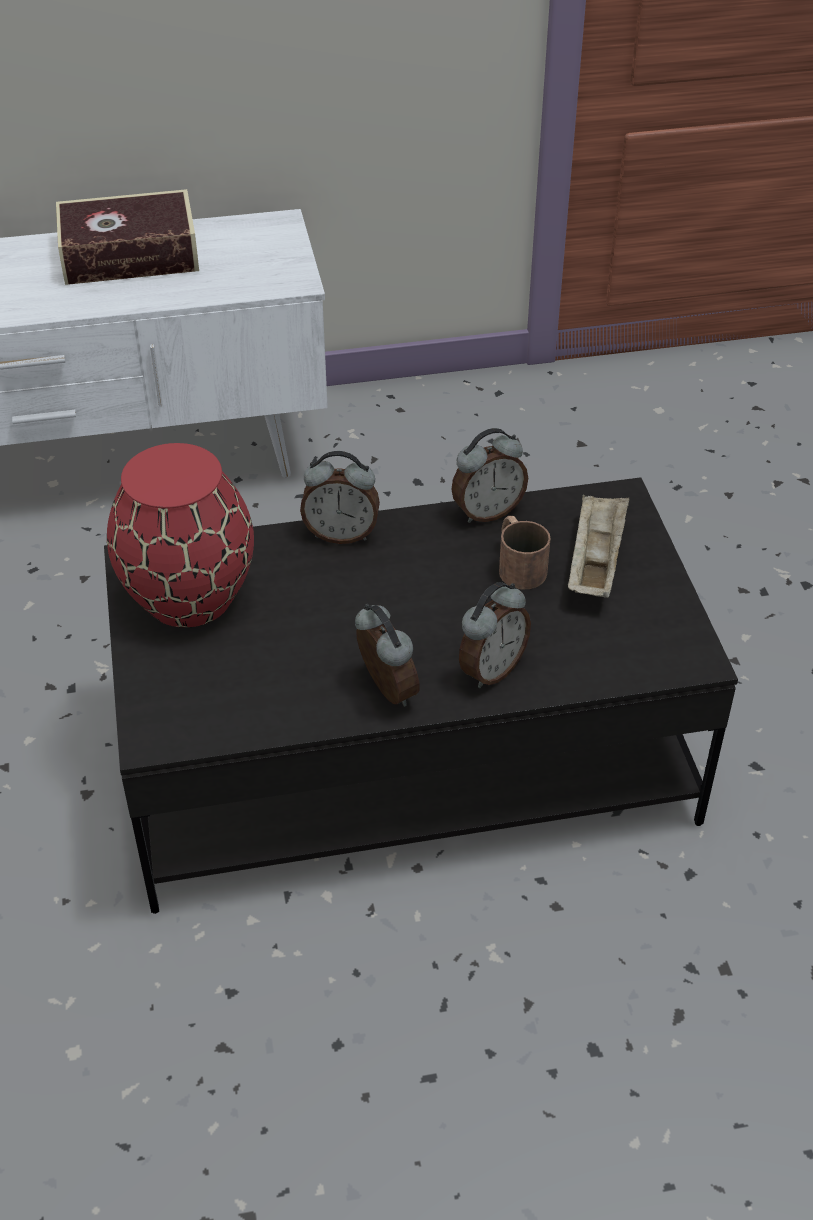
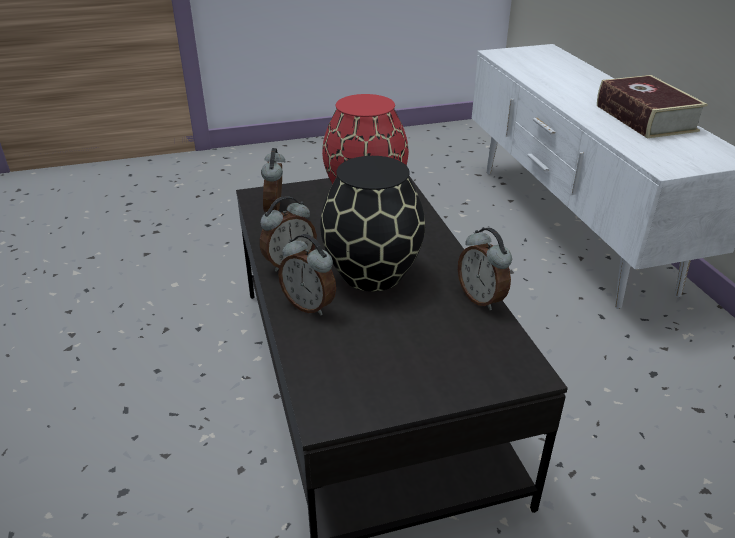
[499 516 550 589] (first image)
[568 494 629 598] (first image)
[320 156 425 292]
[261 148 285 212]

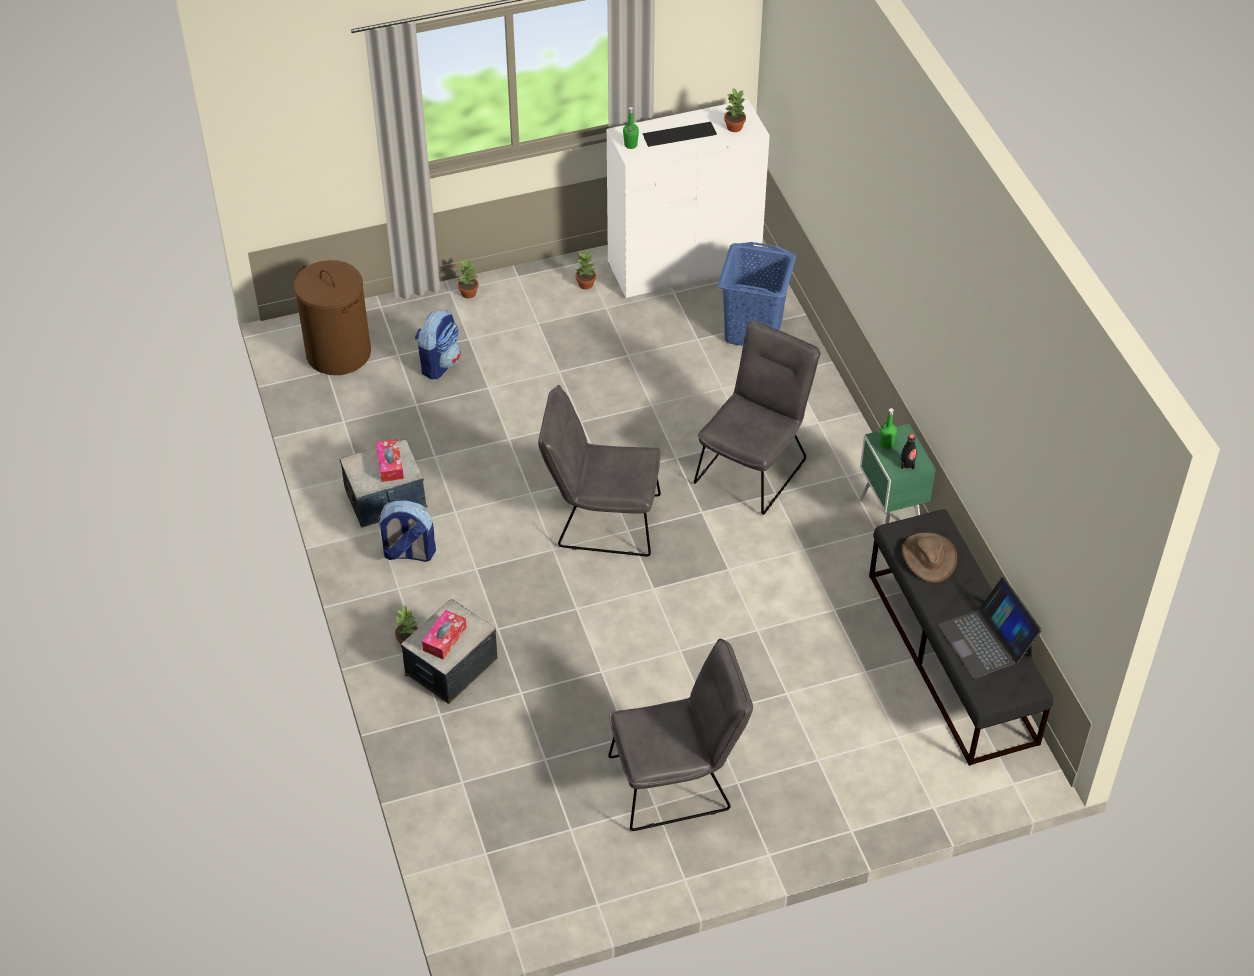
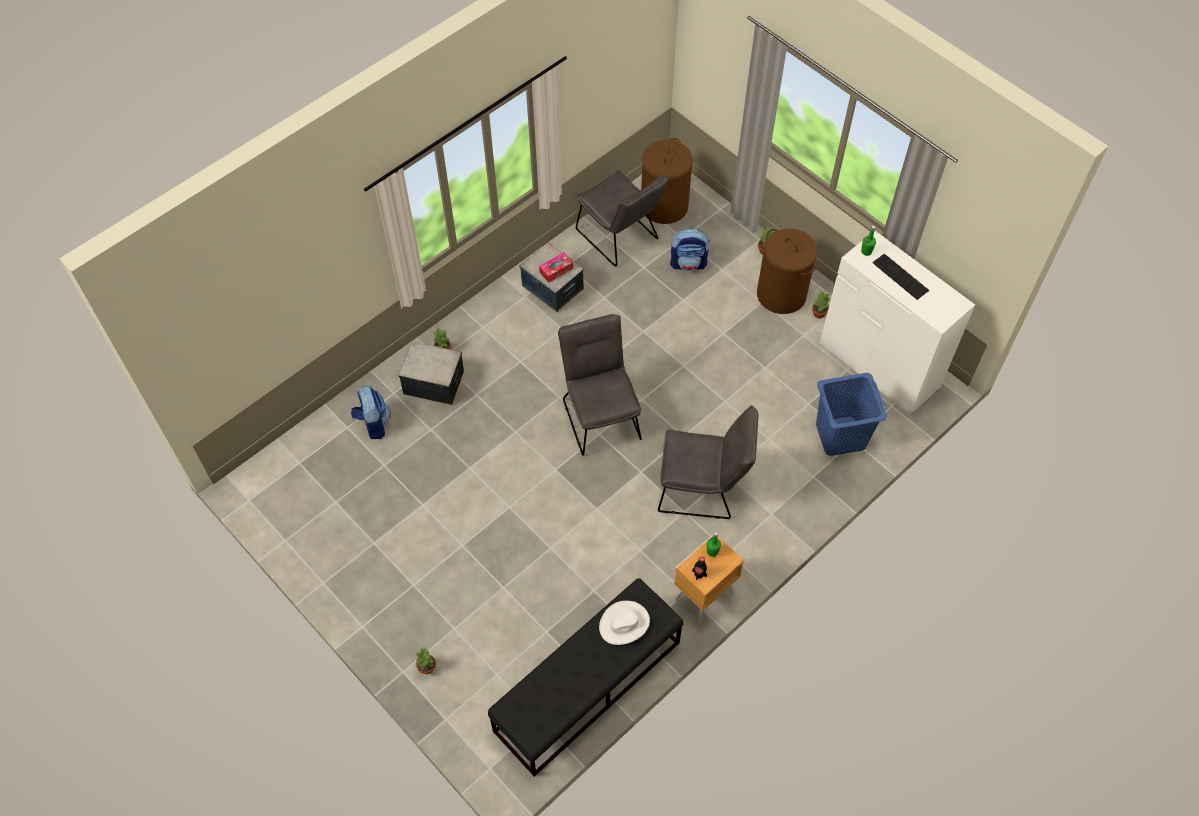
[422 610 467 659] (first image)
[938 577 1042 678] (first image)
[757 228 818 314]
[351 386 391 439]
[576 170 668 267]
[416 647 436 674]
[674 535 744 623]
[599 601 650 645]

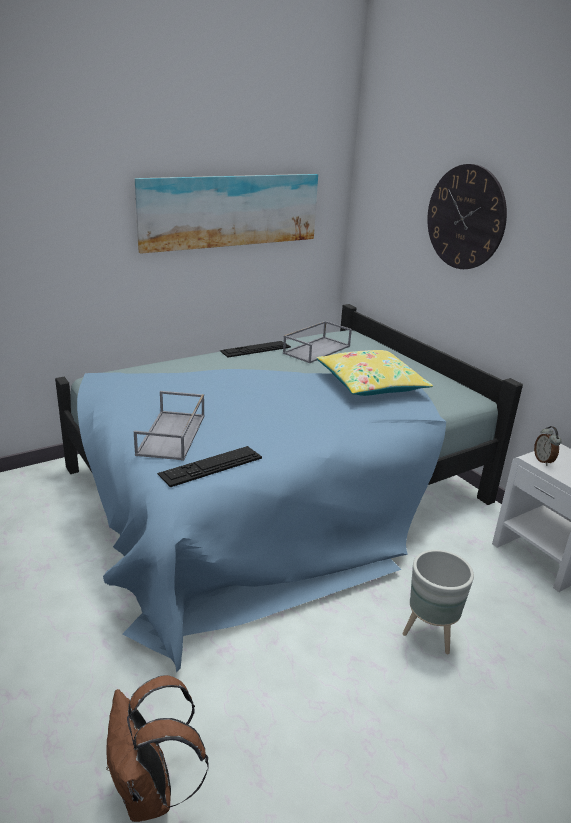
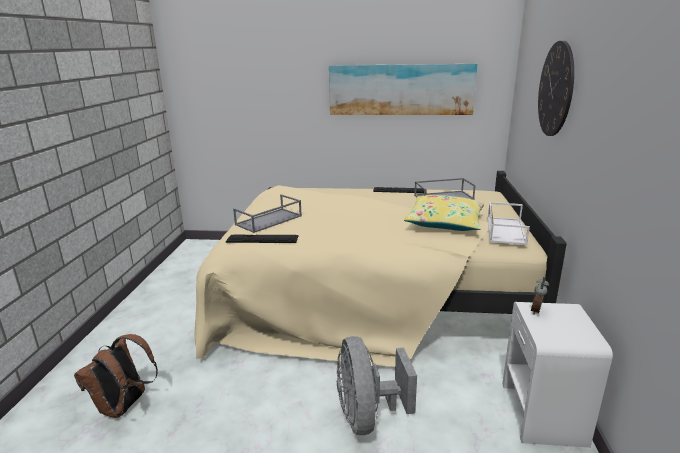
[488 202 530 245]
[337 336 417 435]
[194 171 567 367]

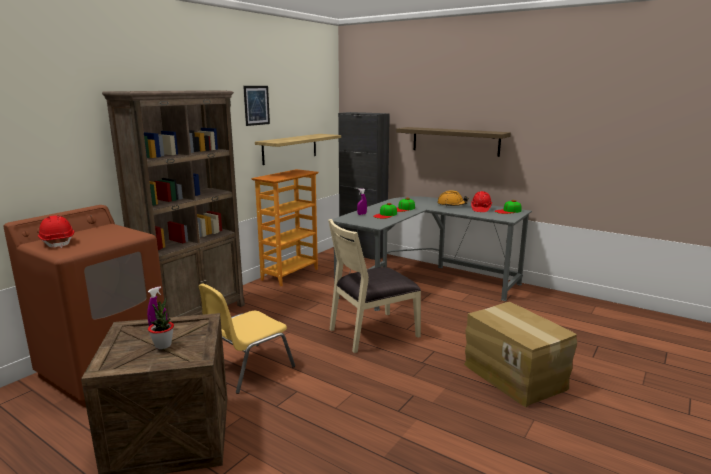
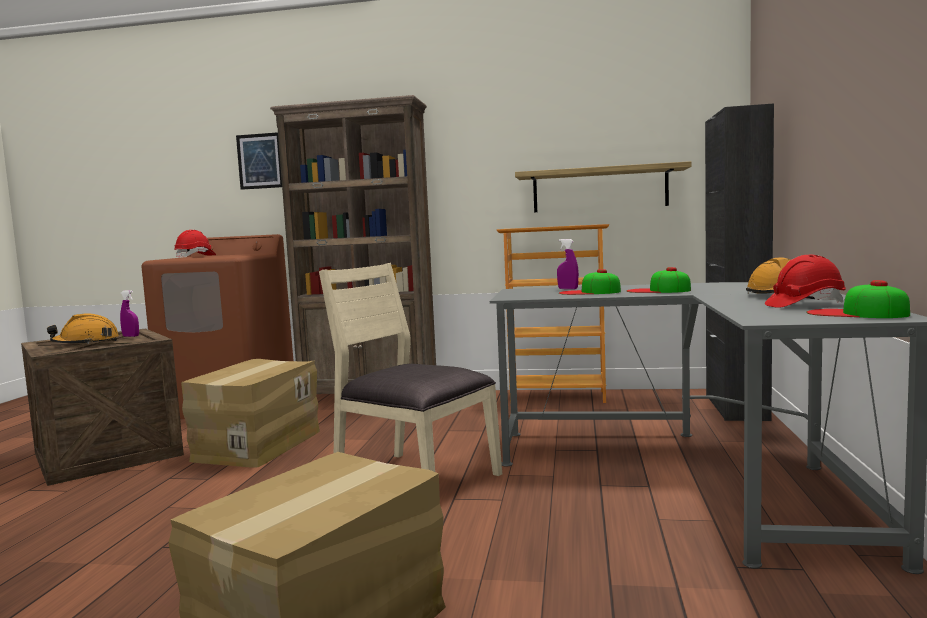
[396 127 511 157] (first image)
[236 132 282 190]
[47 314 119 344]
[181 359 320 468]

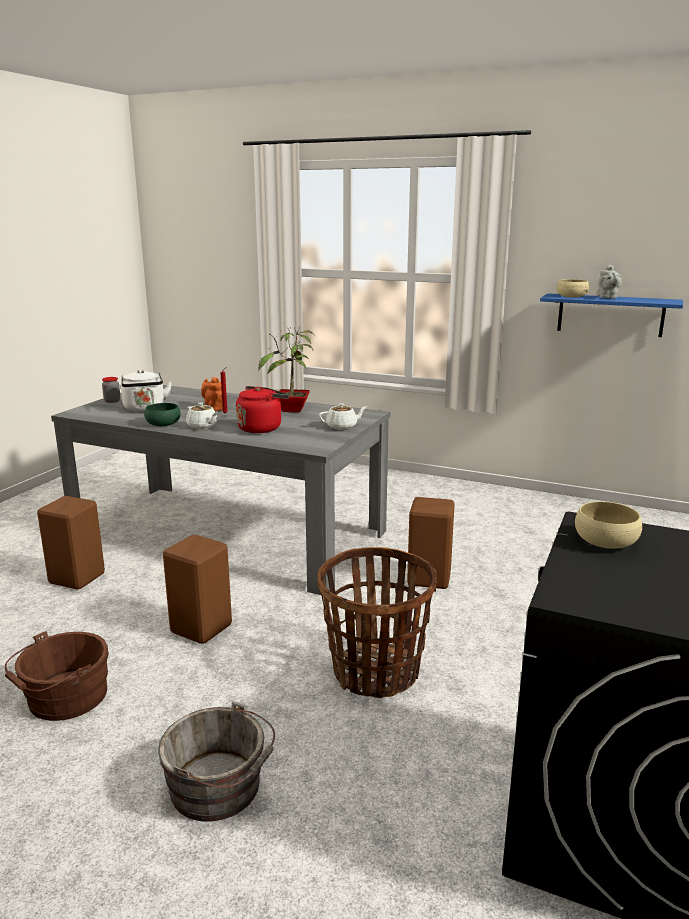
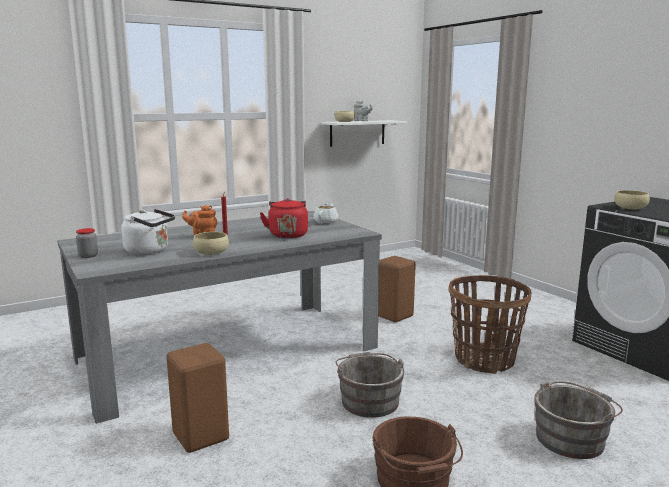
[186 403 218 429] (first image)
[258 327 316 412] (first image)
[336 352 404 418]
[193 232 229 255]
[322 120 407 147]

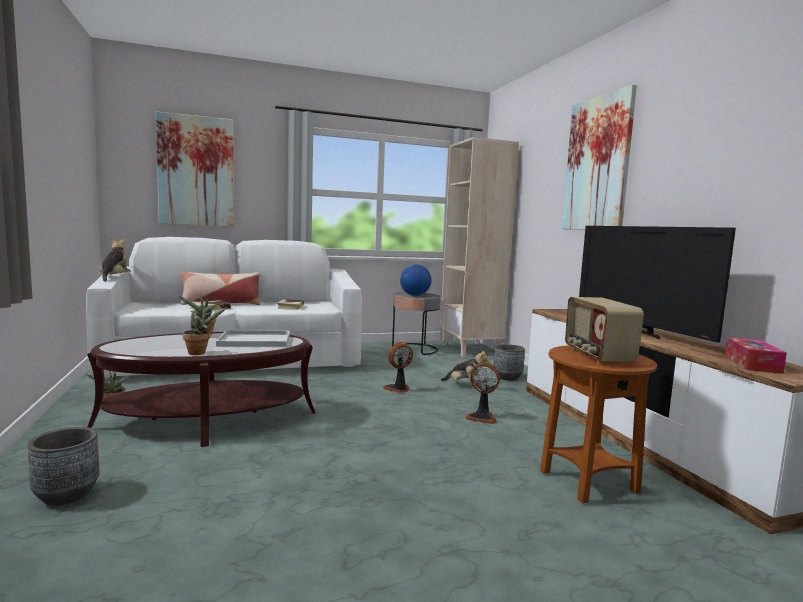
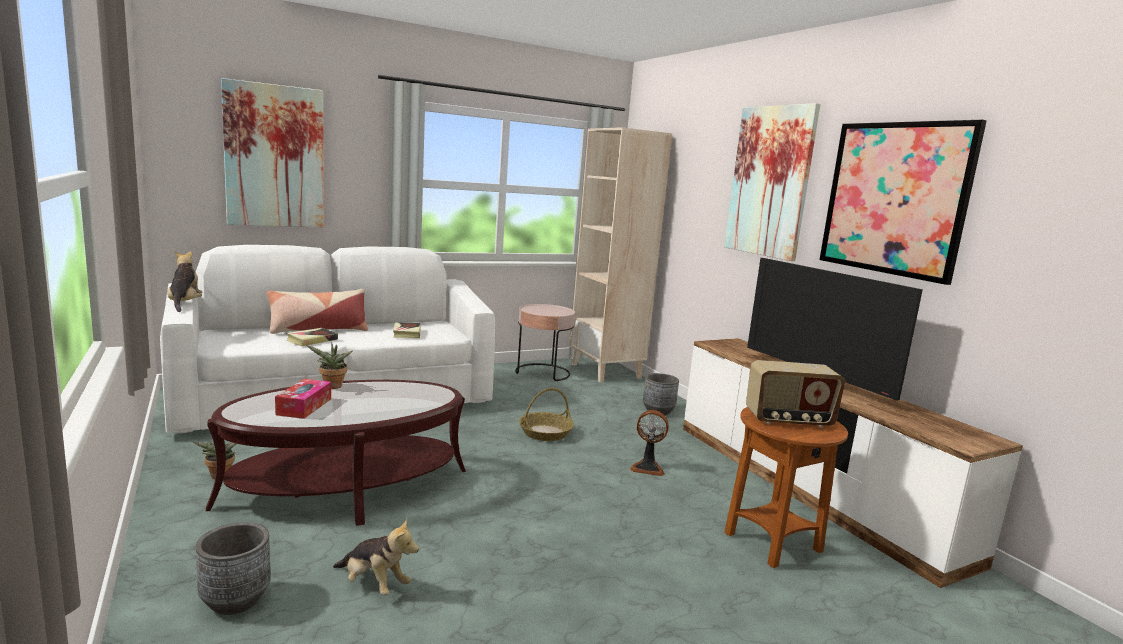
[183 306 227 355] (first image)
[216 330 290 347] (first image)
[400 264 432 296] (first image)
[819 120 987 285]
[333 518 419 595]
[275 379 331 419]
[519 388 574 441]
[515 304 575 381]
[746 360 845 428]

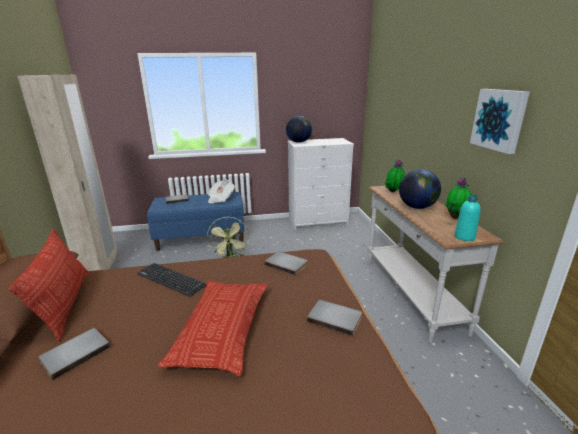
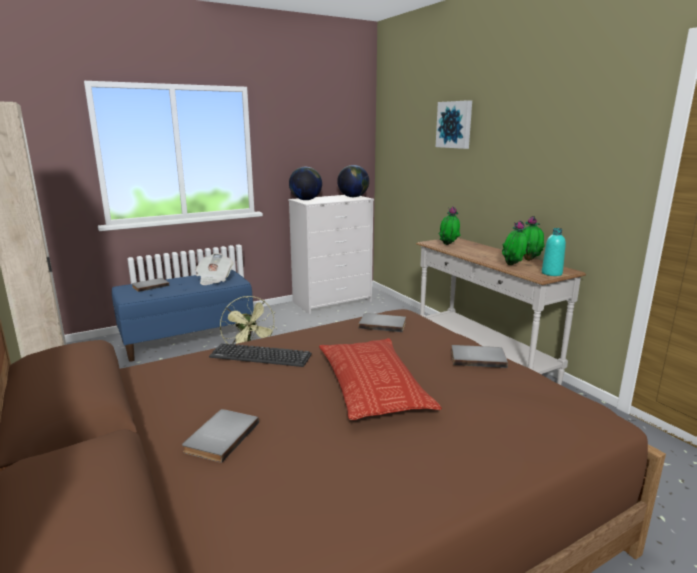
[8 229 89 342] (first image)
[502 220 527 265]
[337 165 369 197]
[436 100 472 149]

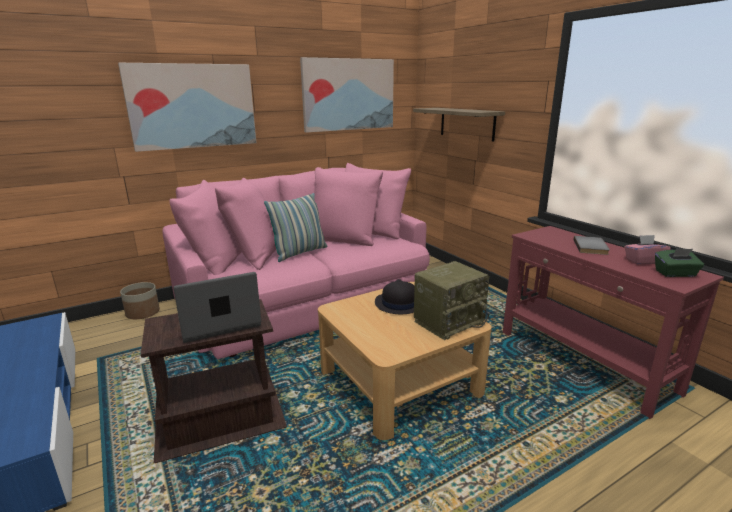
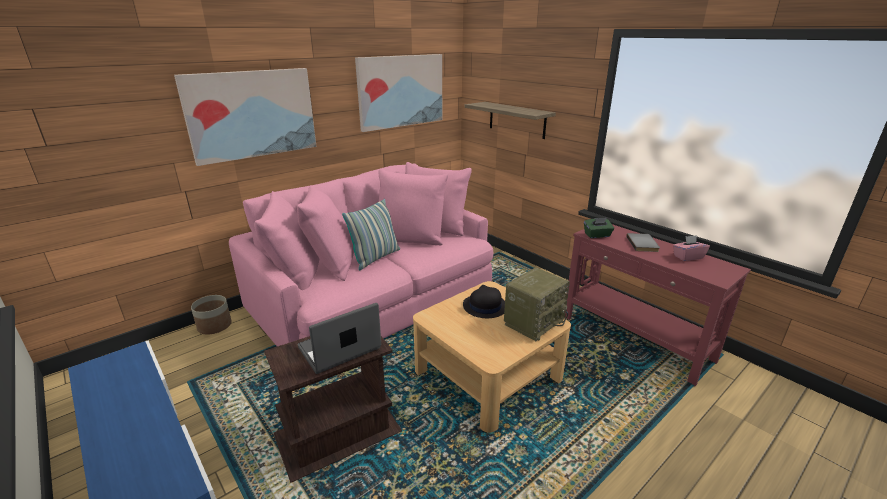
[584 218 614 238]

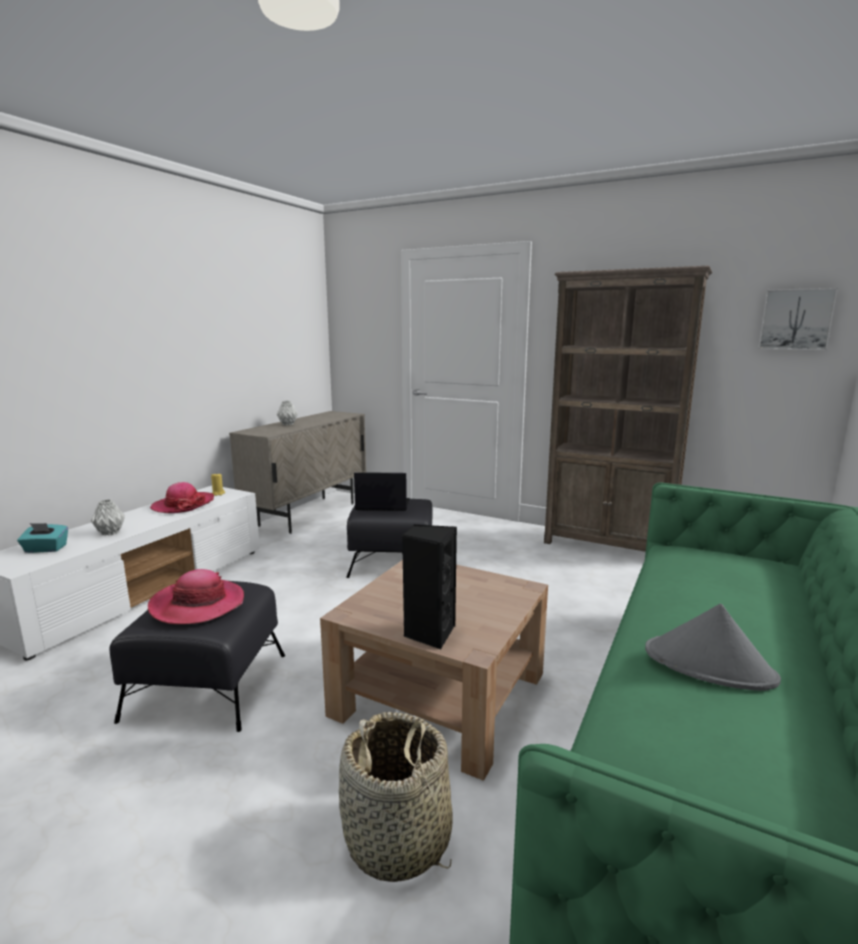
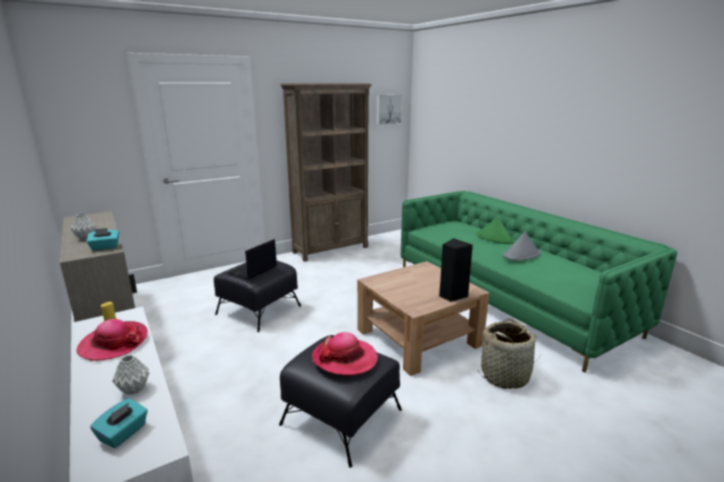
[86 228 119 251]
[476 217 514 244]

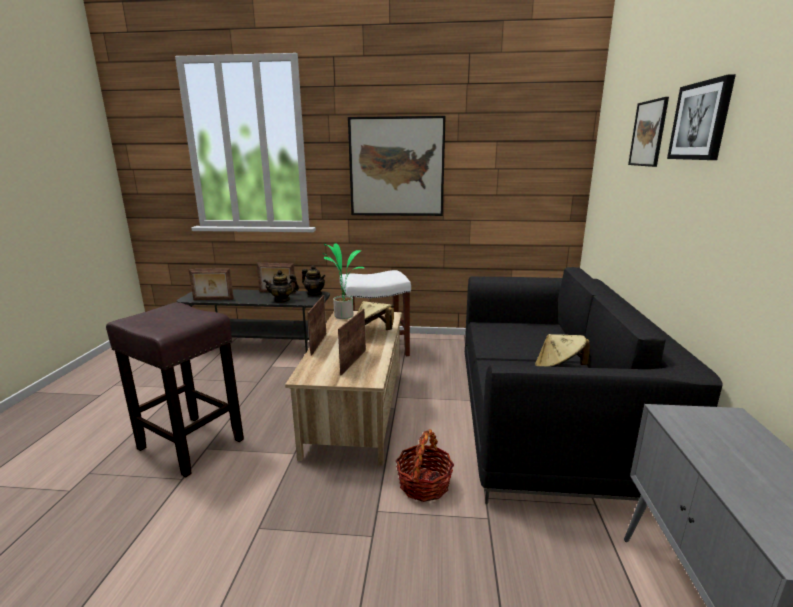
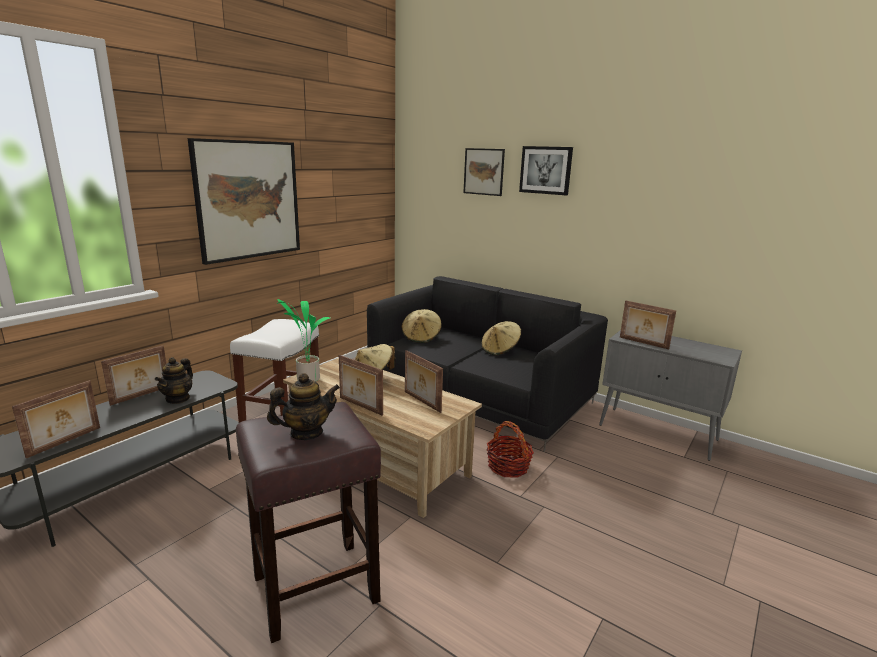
[402 309 442 343]
[620 301 676 349]
[267 373 340 440]

